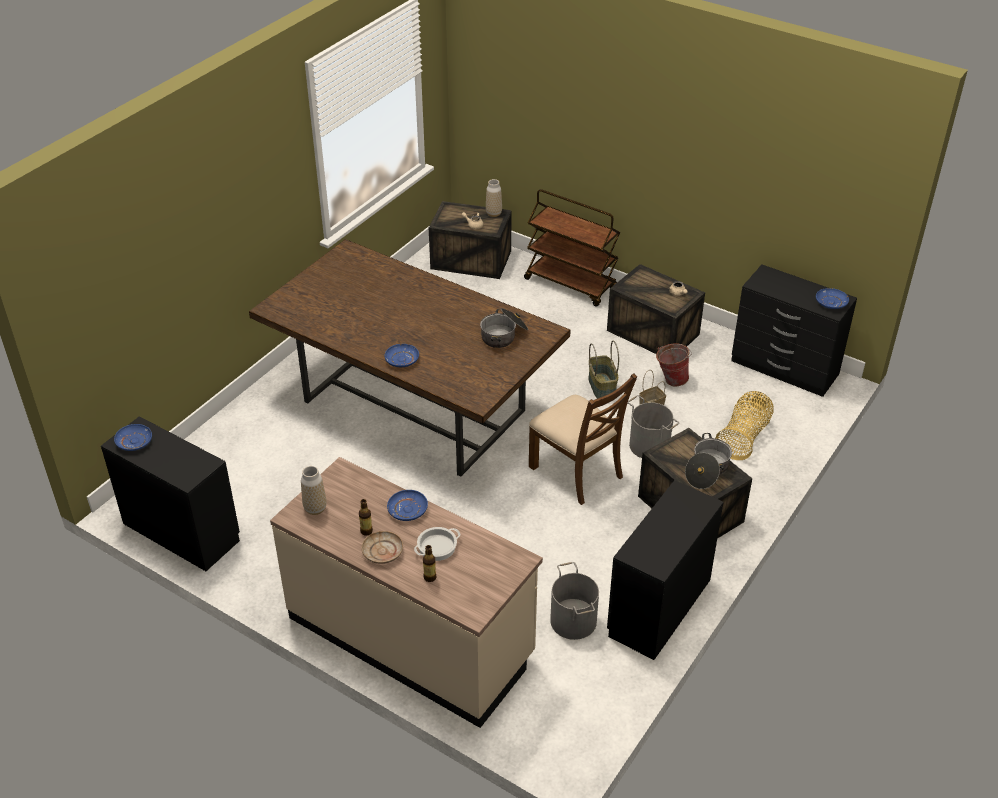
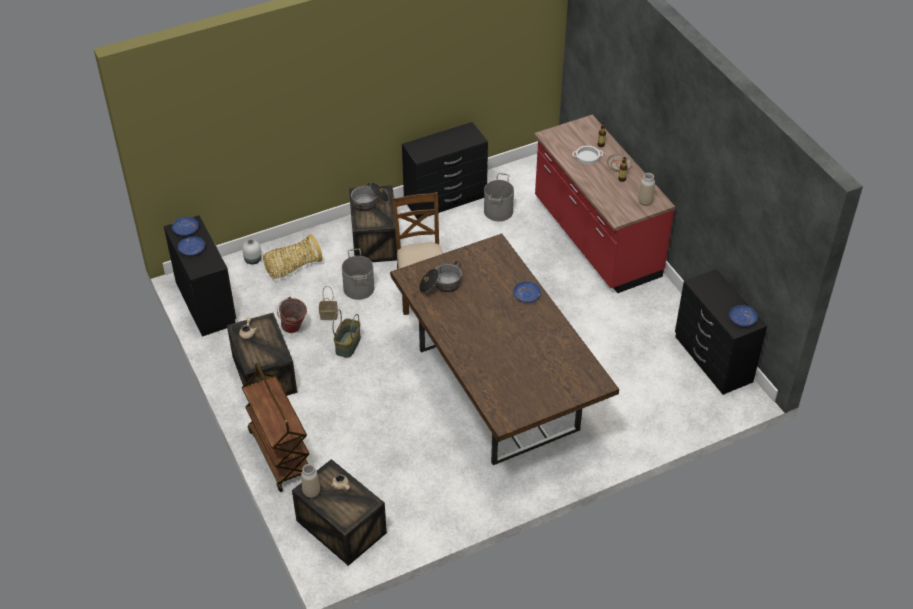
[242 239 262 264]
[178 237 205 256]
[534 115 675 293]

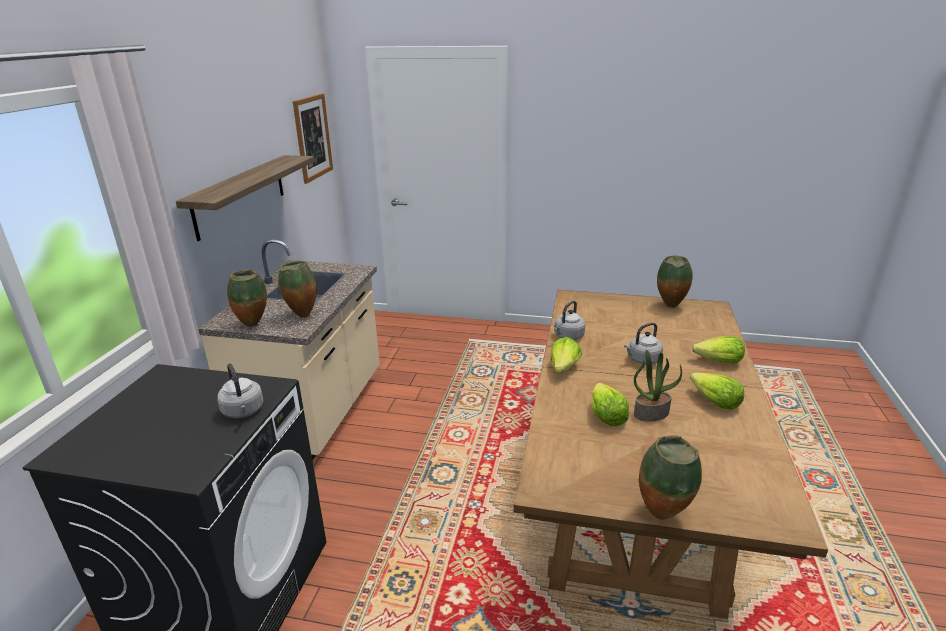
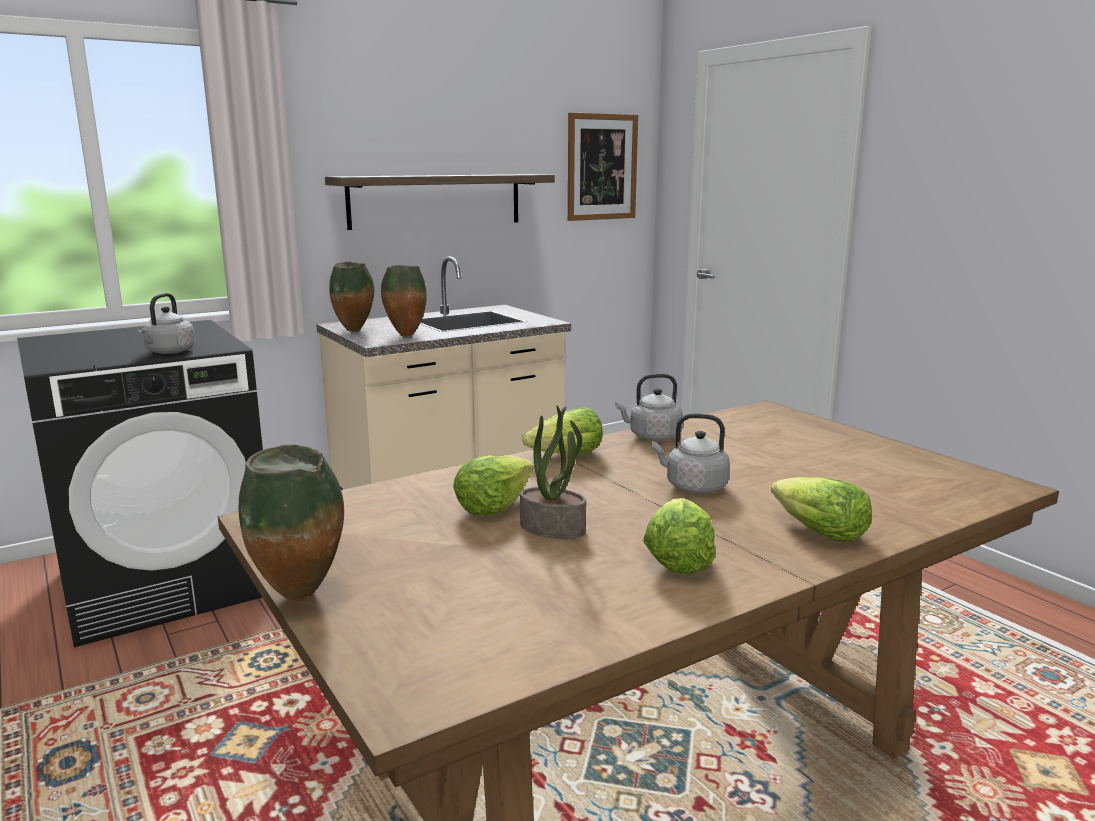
[657 256 693 308] (first image)

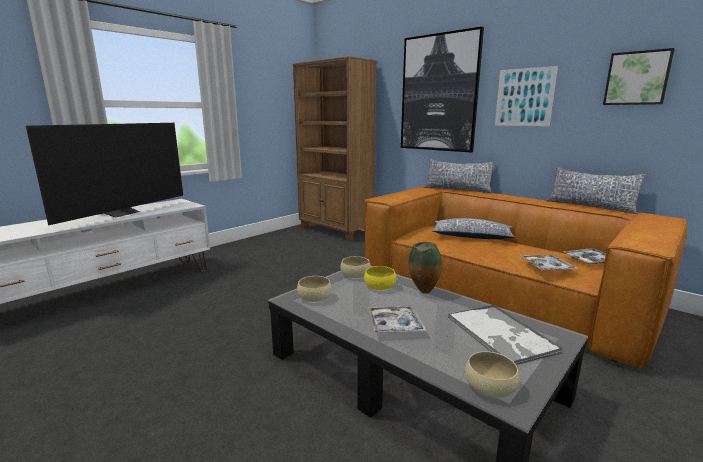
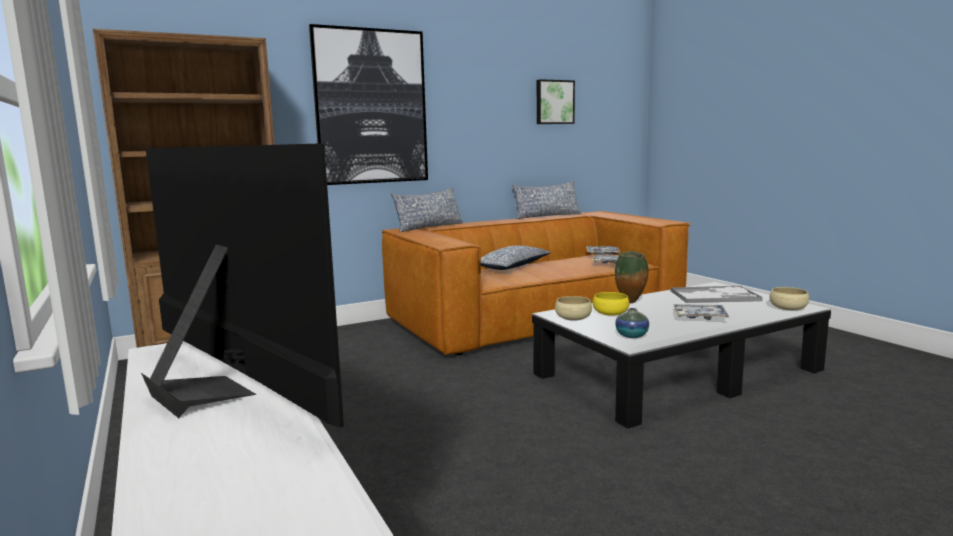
[495 66 558 126] (first image)
[615 308 649 338]

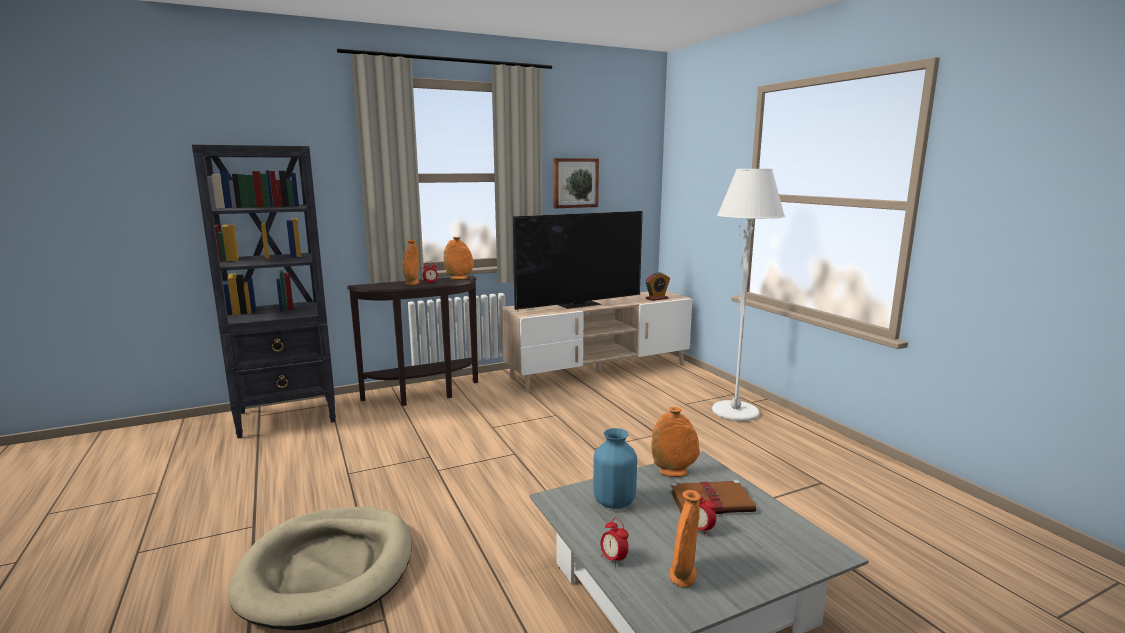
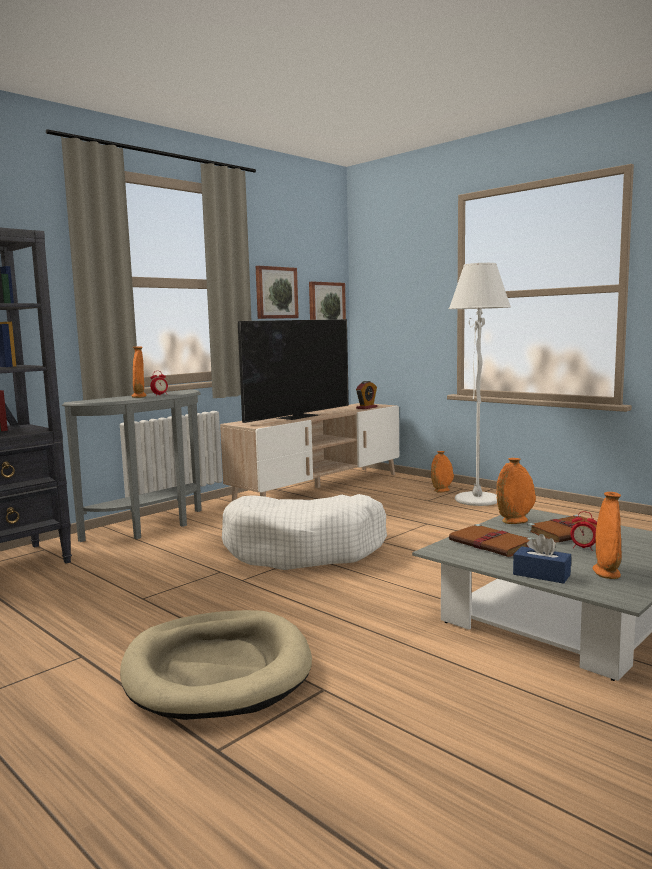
[222 494 387 570]
[309 281 346 320]
[431 451 454 493]
[449 524 534 557]
[513 534 571 584]
[62 389 202 542]

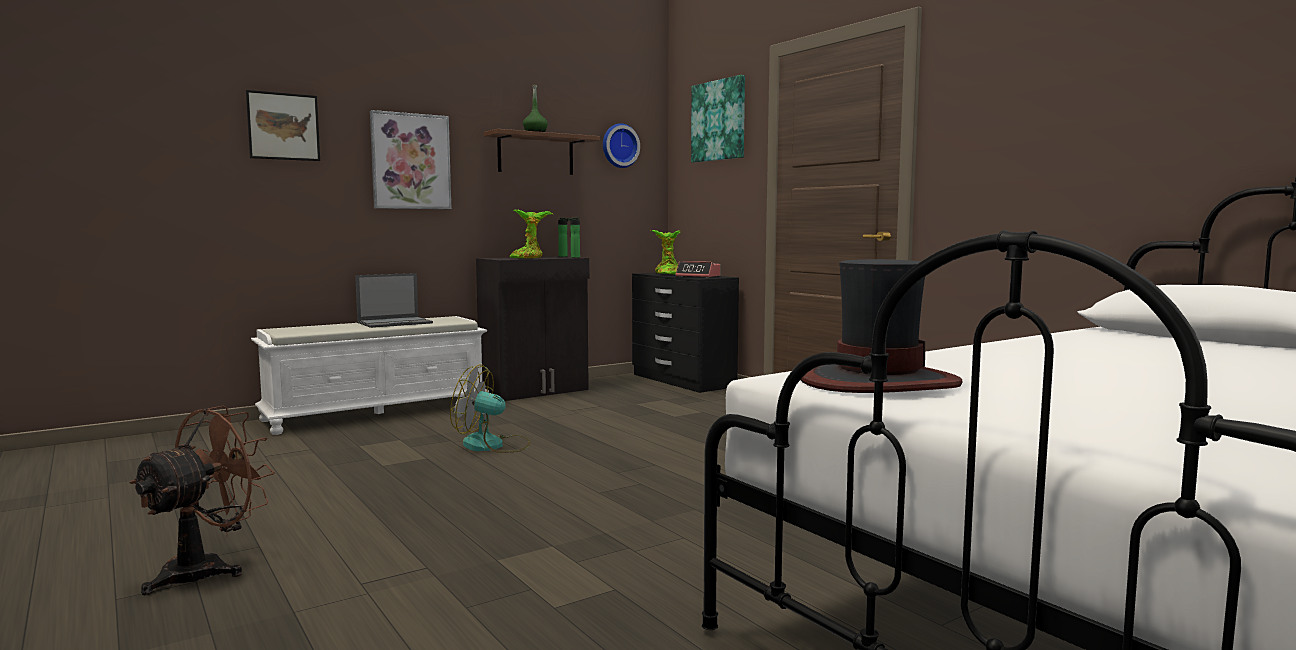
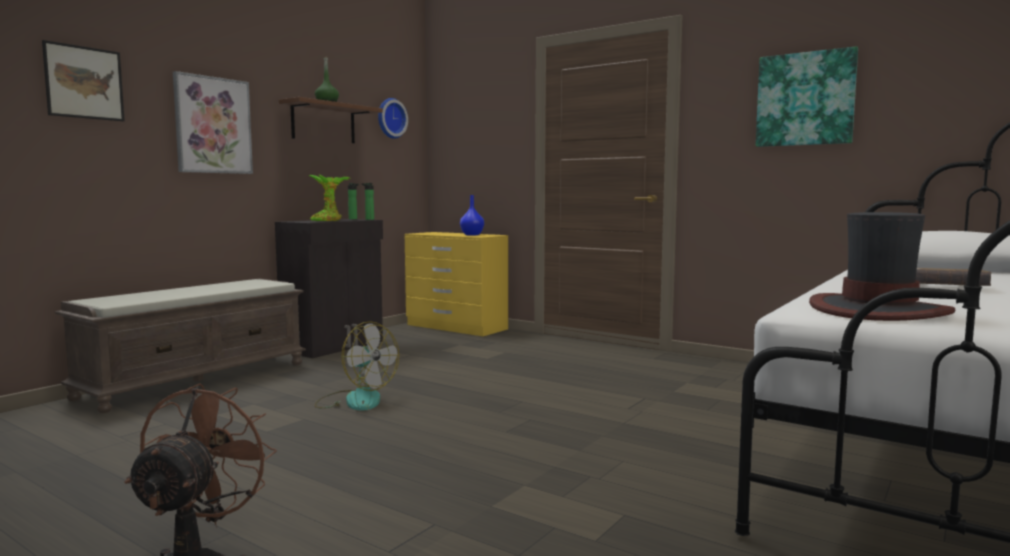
[355 273 433 328] (first image)
[652 230 680 275] (first image)
[916 268 991 286]
[756 46 858 147]
[460 195 484 235]
[55 279 306 413]
[405 232 508 336]
[315 321 399 411]

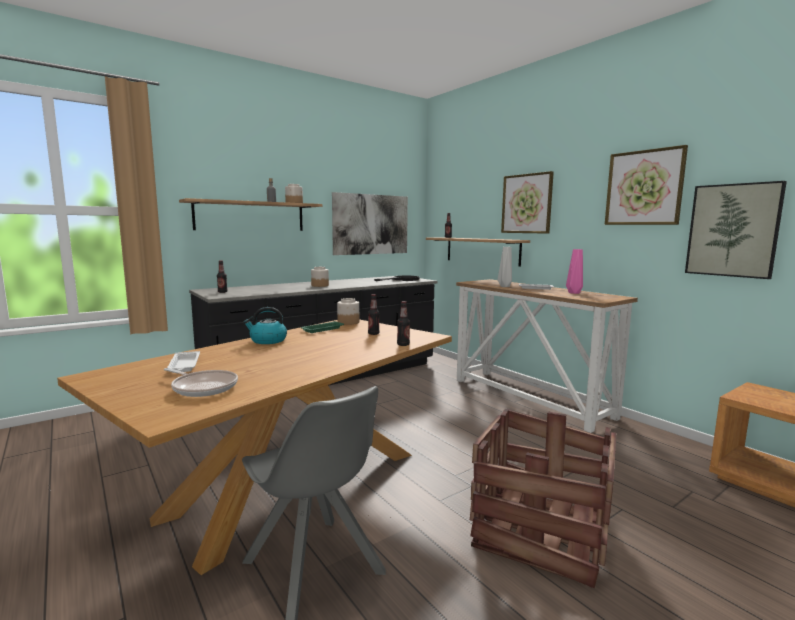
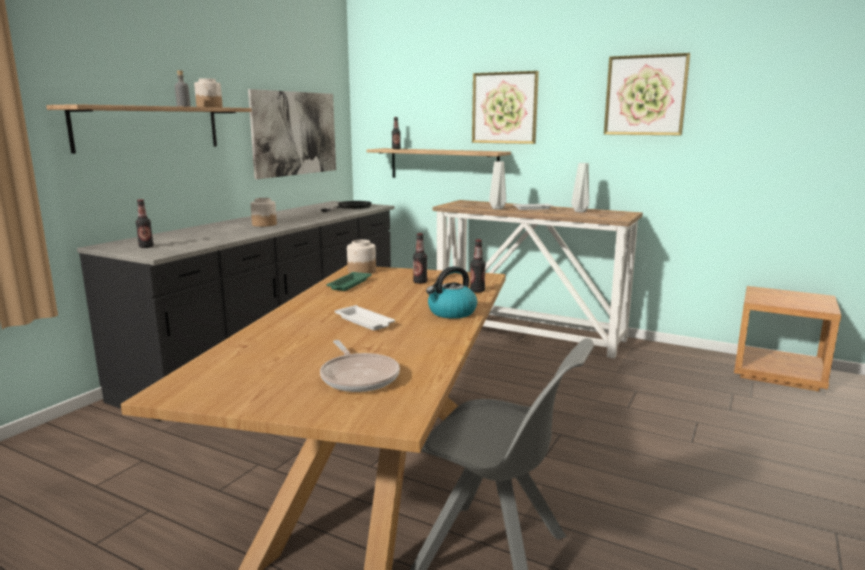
[470 409 616 588] (first image)
[685 181 787 279] (first image)
[335 305 395 331]
[426 266 477 319]
[571 163 589 213]
[320 340 400 392]

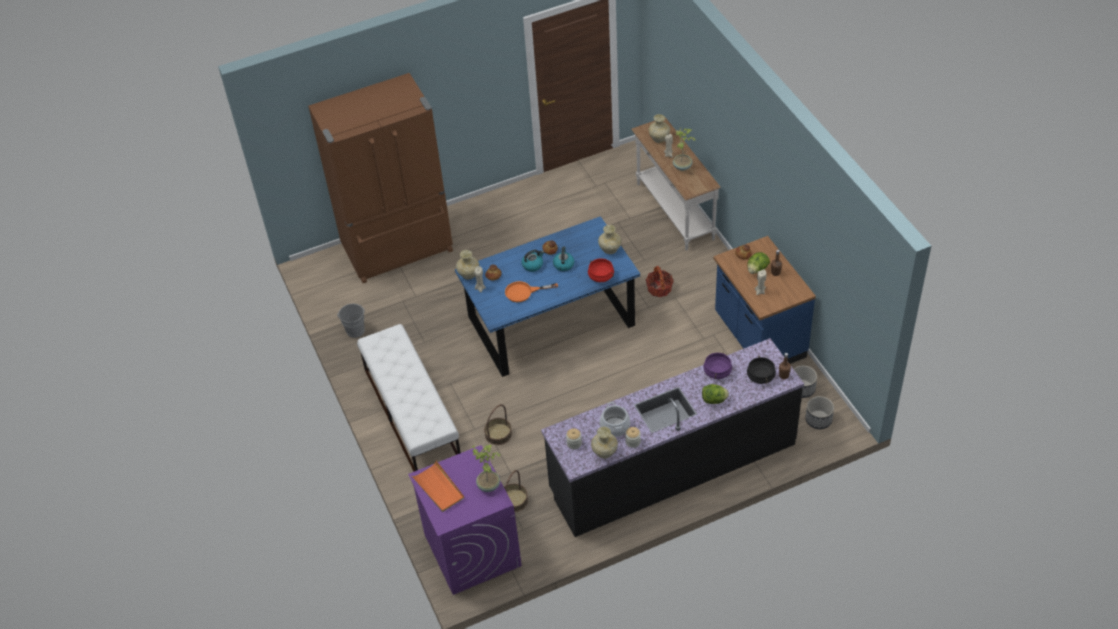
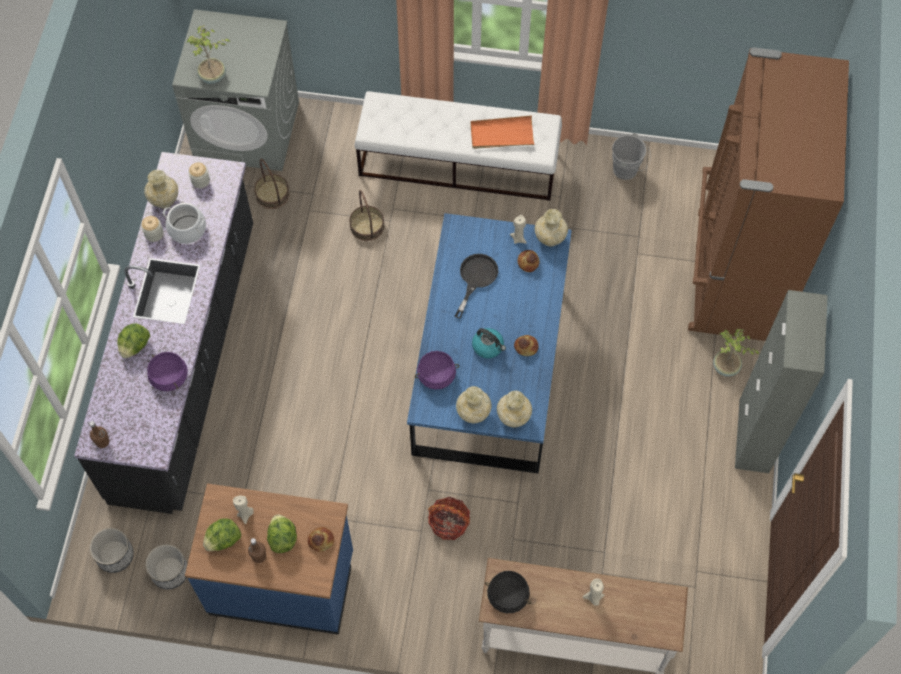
[522 250 544 272] (first image)
[203 518 241 551]
[735 290 828 473]
[471 115 535 149]
[497 391 532 427]
[713 329 759 377]
[485 571 531 613]
[172 9 299 171]
[455 254 498 319]
[415 351 459 390]

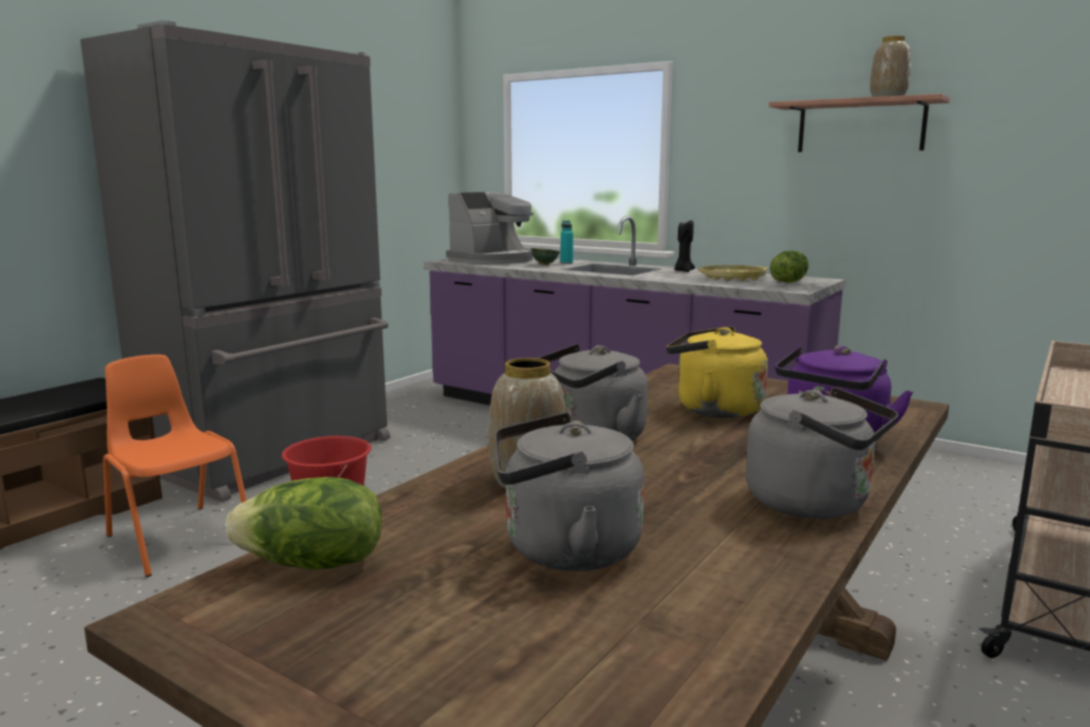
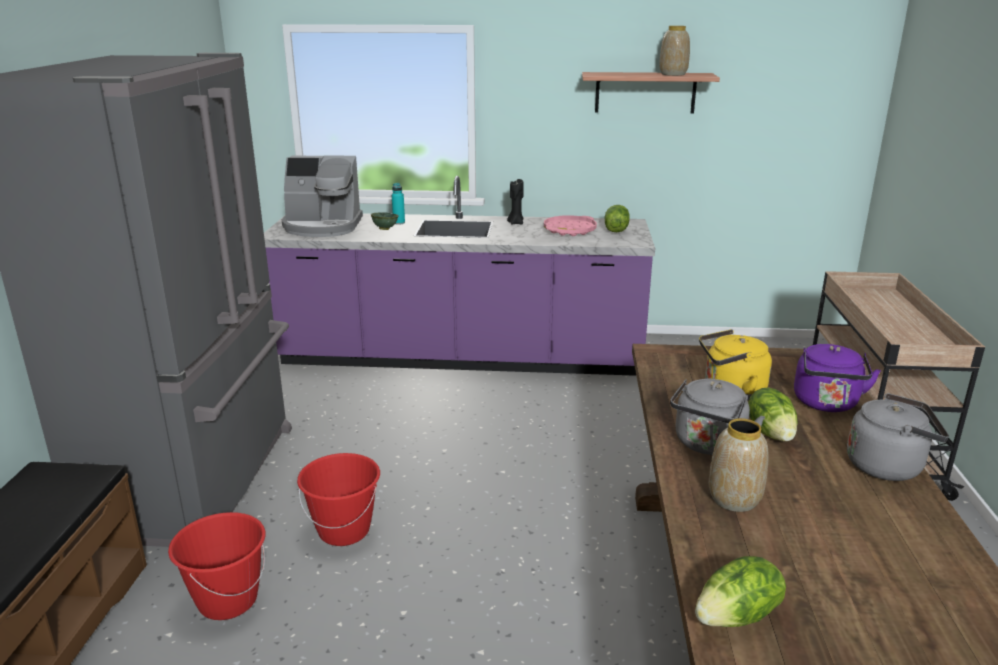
[495 413 644 571] (first image)
[748 387 798 442]
[168 512 266 620]
[544 215 597 236]
[281 156 363 237]

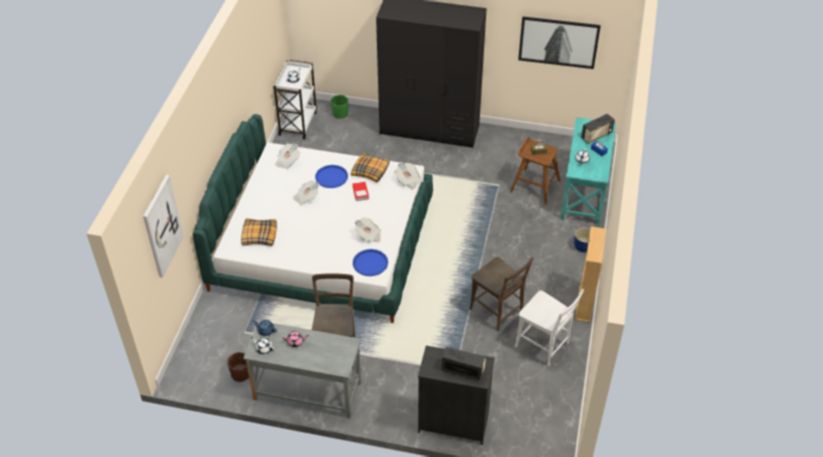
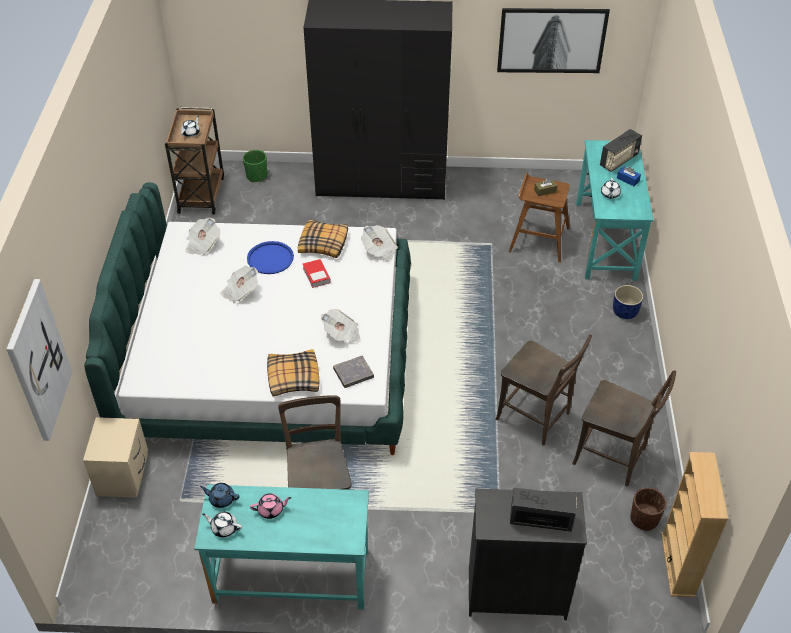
[83 417 148 498]
[631 487 667 531]
[267 349 319 396]
[661 452 728 597]
[333 356 374 388]
[194 485 369 609]
[165 107 224 215]
[572 370 676 486]

